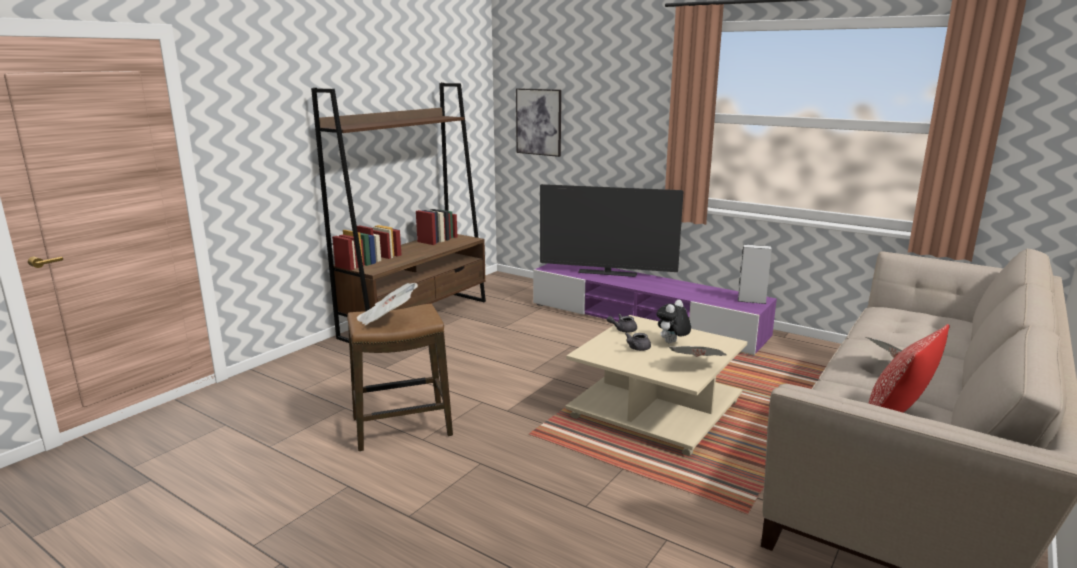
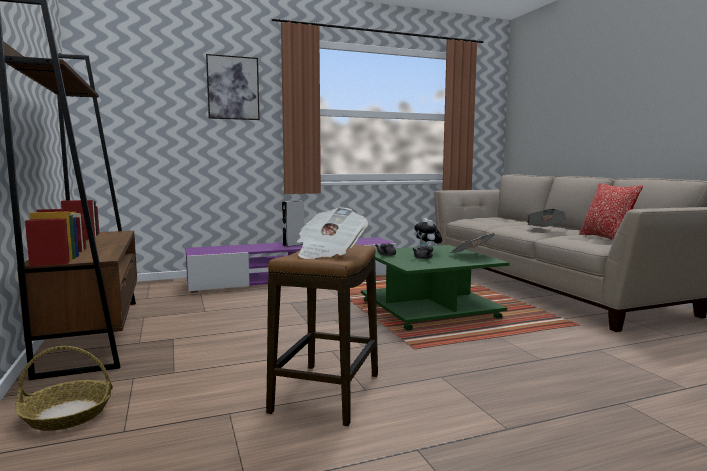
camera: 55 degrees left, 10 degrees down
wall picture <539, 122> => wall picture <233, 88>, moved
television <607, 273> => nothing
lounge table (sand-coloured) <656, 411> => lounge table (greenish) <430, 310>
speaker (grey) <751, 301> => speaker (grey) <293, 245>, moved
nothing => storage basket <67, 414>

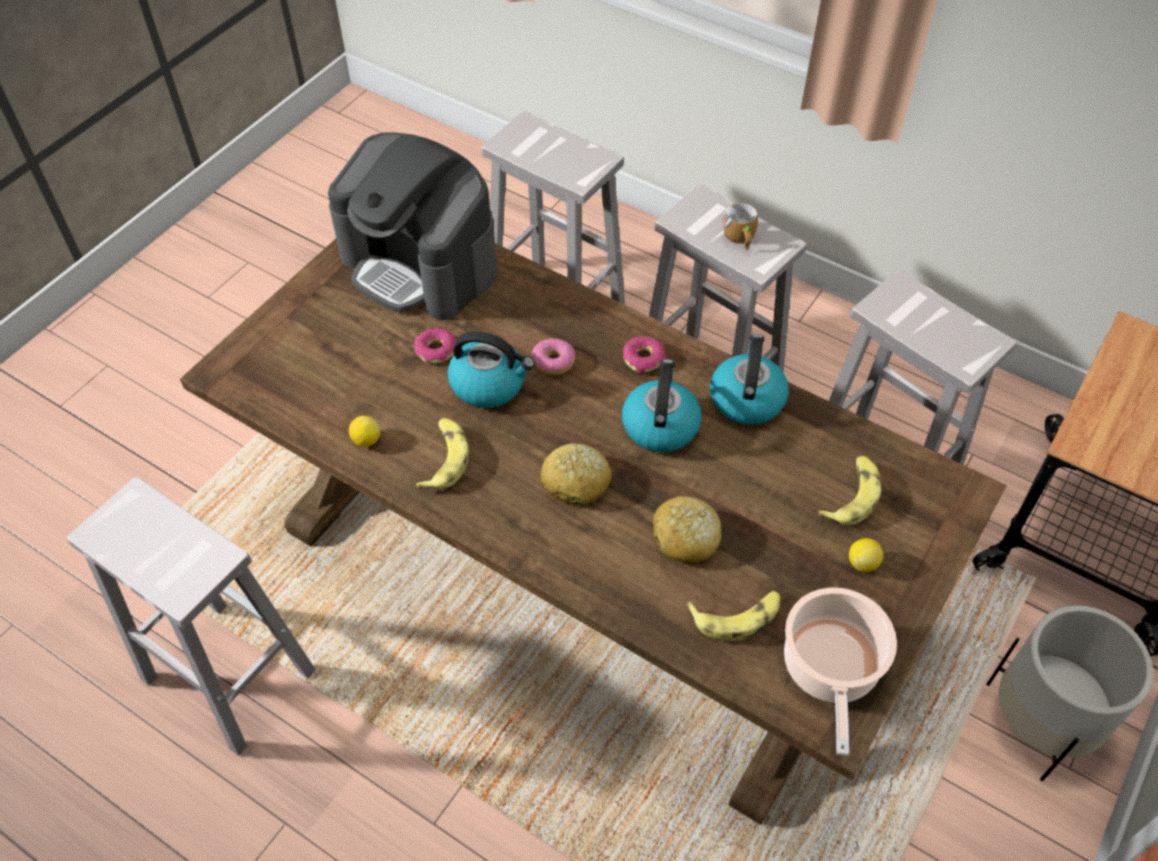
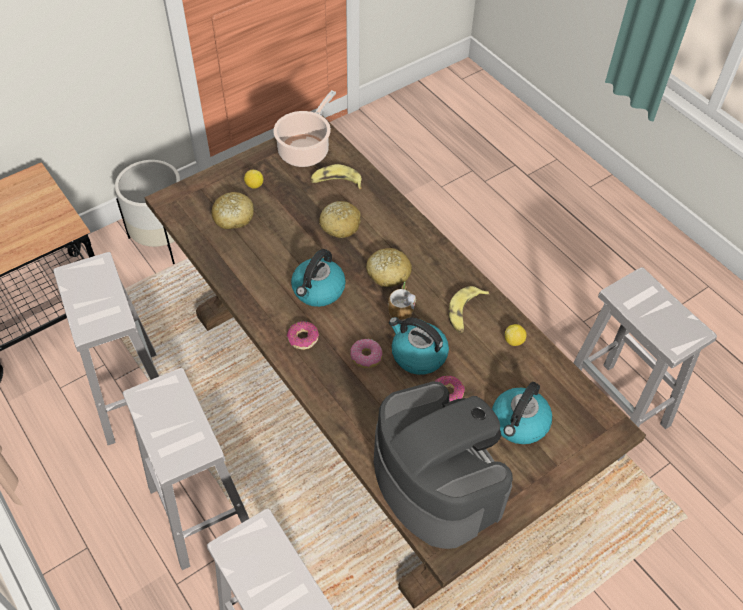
camera: 160 degrees left, 0 degrees up
kettle <746, 398> => kettle <519, 423>, moved
tea mug <740, 237> => tea mug <402, 307>, moved
banana <852, 495> => baked bread <233, 217>

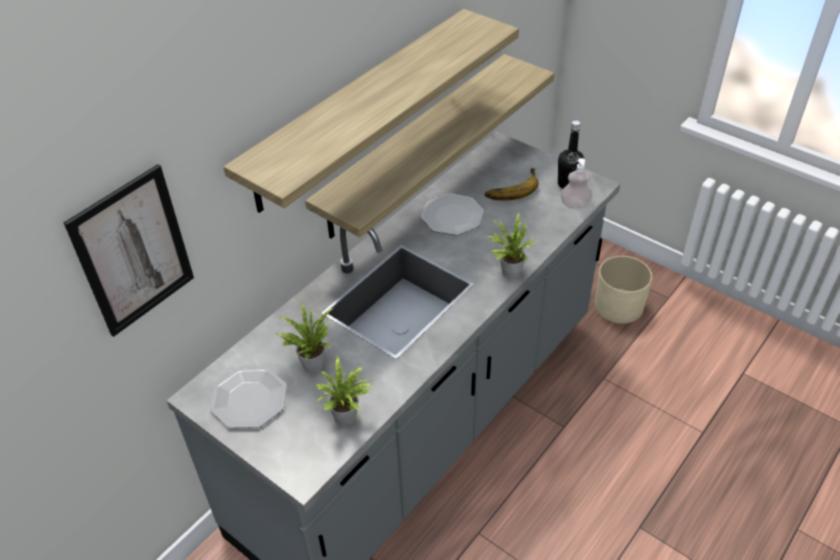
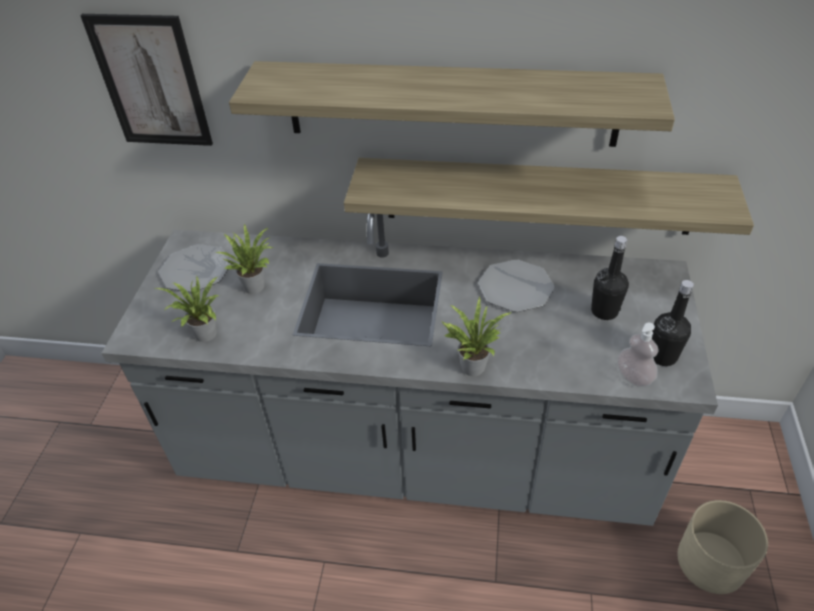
camera: 60 degrees right, 0 degrees up
banana <510, 187> => drink bottle (black) <604, 311>

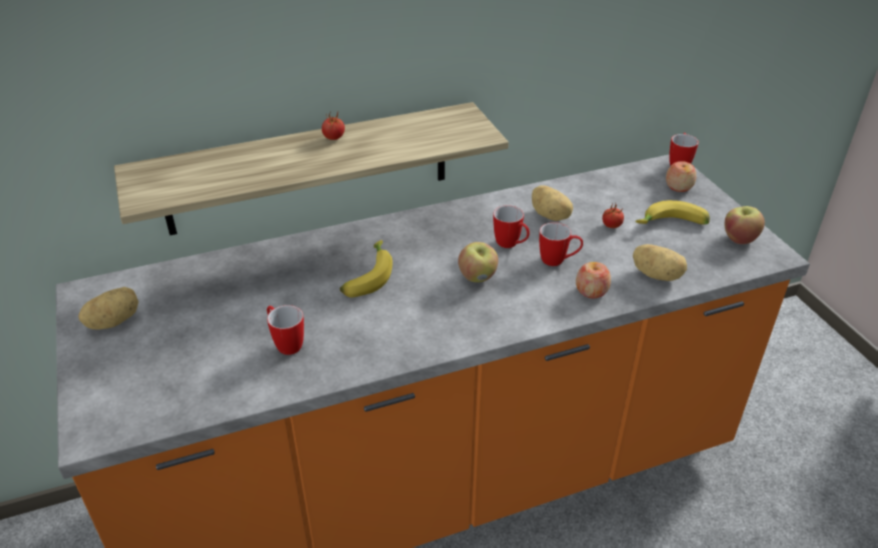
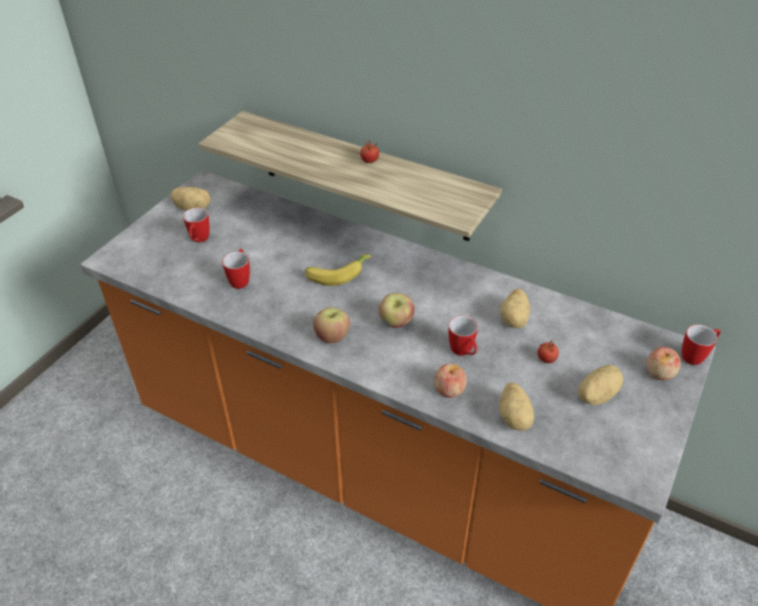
camera: 50 degrees right, 5 degrees up
tea mug <511, 245> => tea mug <199, 240>, moved
banana <672, 225> => whole potato <596, 394>
apple <739, 238> => apple <332, 336>, moved

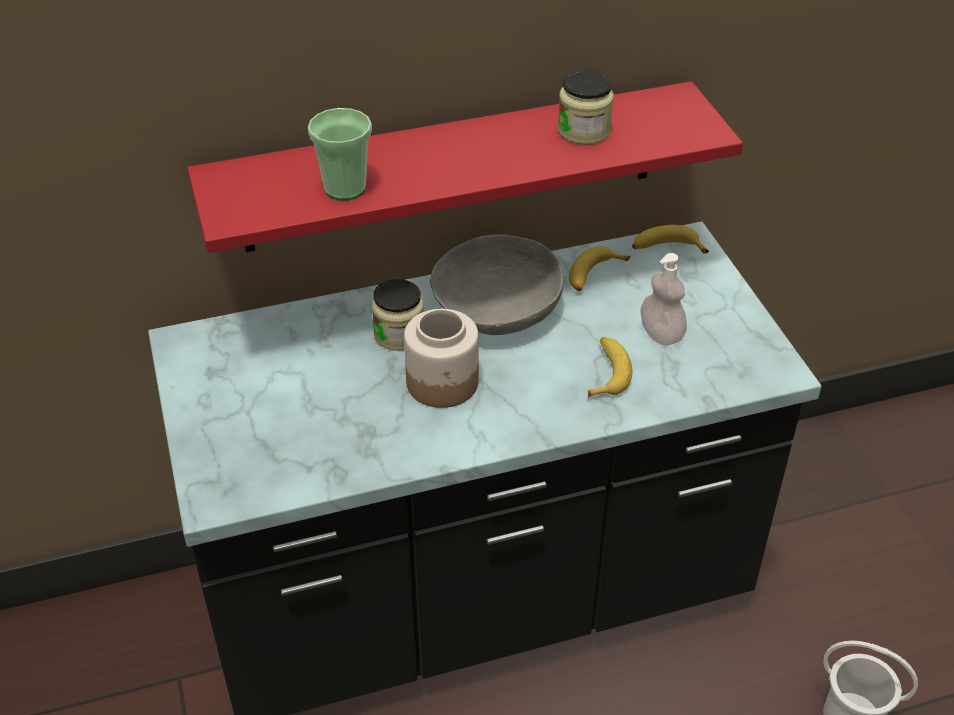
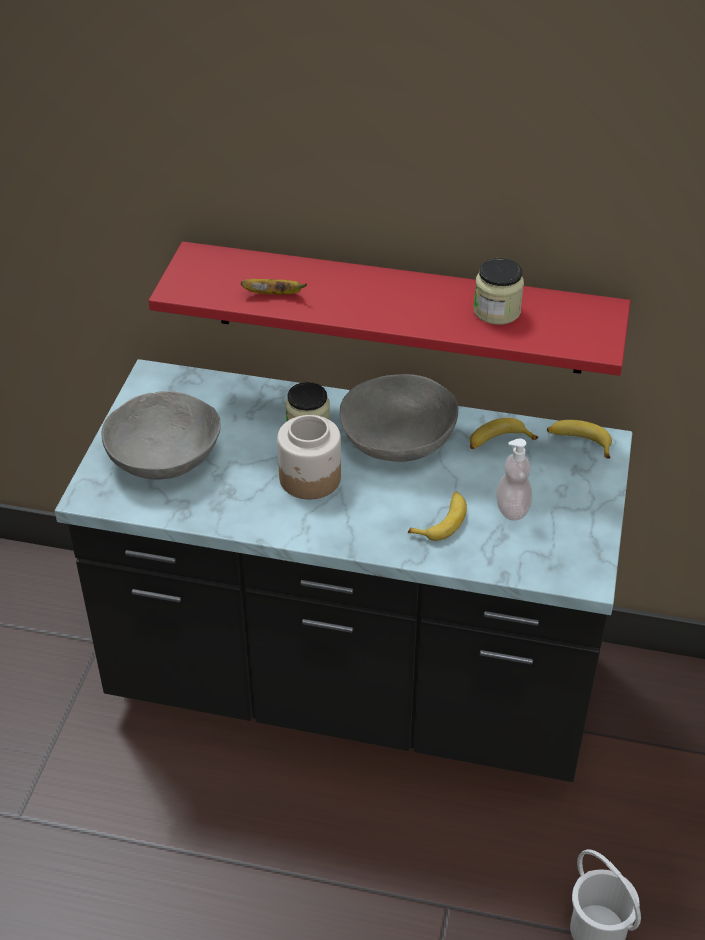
camera: 30 degrees right, 0 degrees up
cup <345, 188> => banana <274, 295>
nothing => bowl (grey) <164, 457>

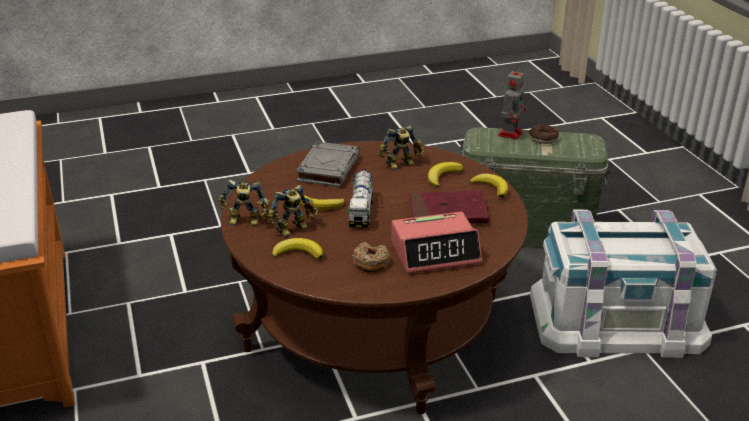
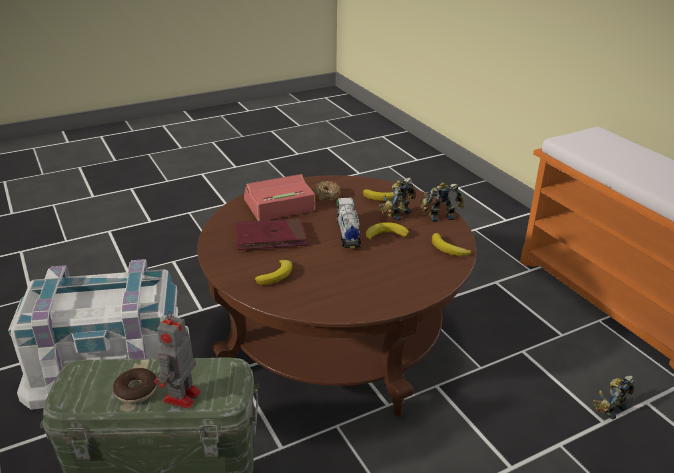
camera: 170 degrees right, 0 degrees up
volume (grey) <328, 168> => nothing
toy robot <402, 165> => toy robot <610, 408>, moved
banana <491, 188> => banana <448, 249>, moved

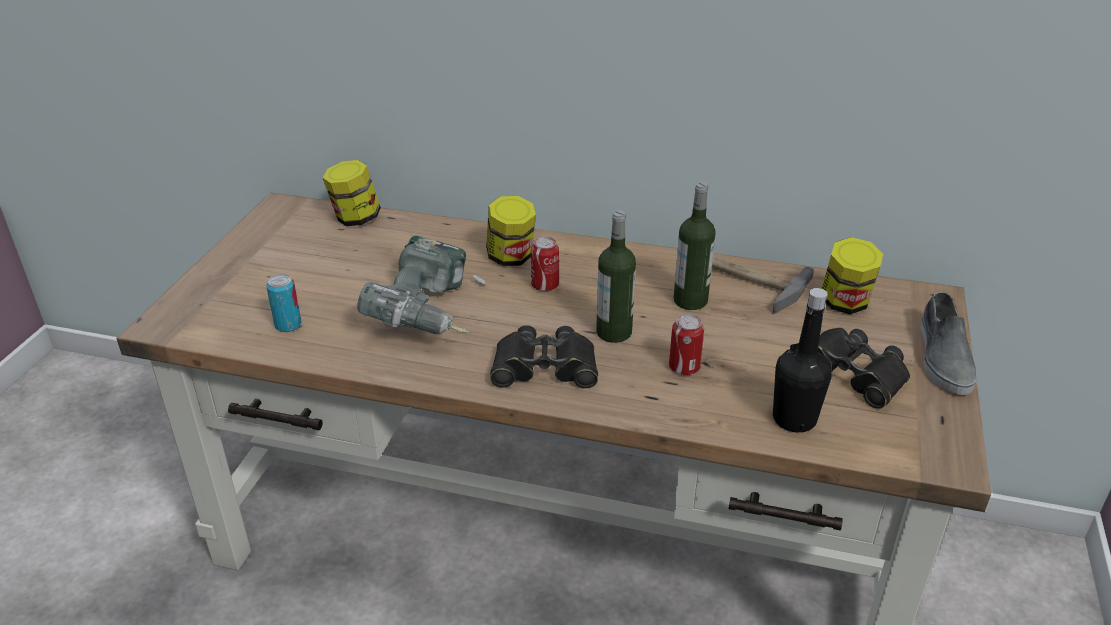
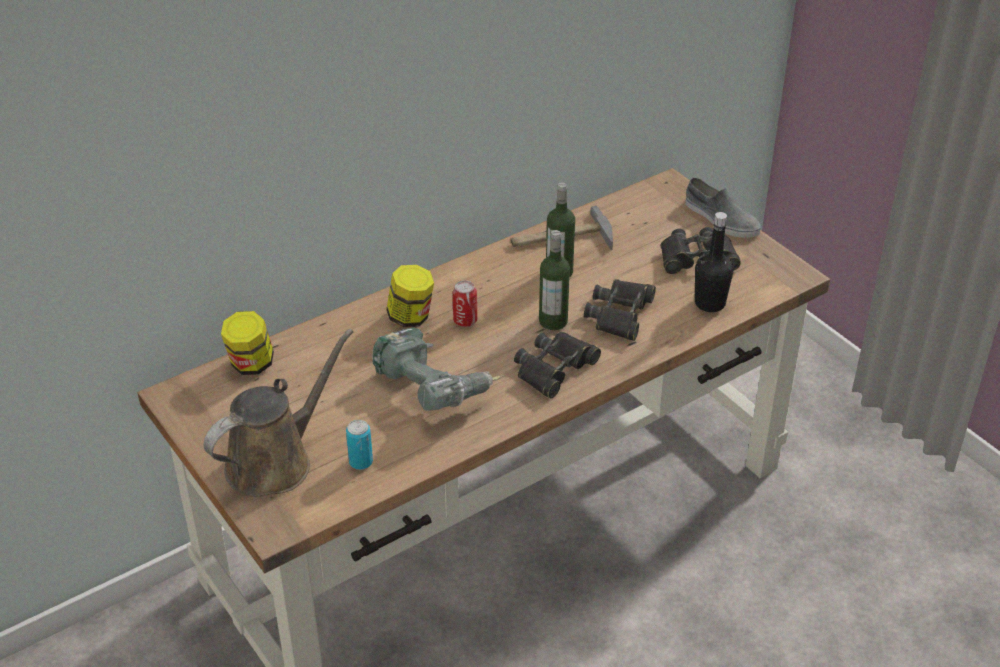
camera: 50 degrees left, 5 degrees up
metal can <684, 367> => field glasses (black) <620, 314>
jar <844, 303> => nothing
nothing => watering can (brown) <275, 461>

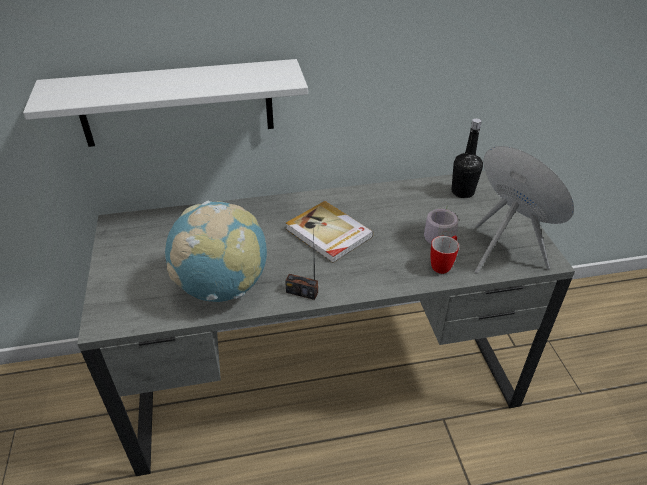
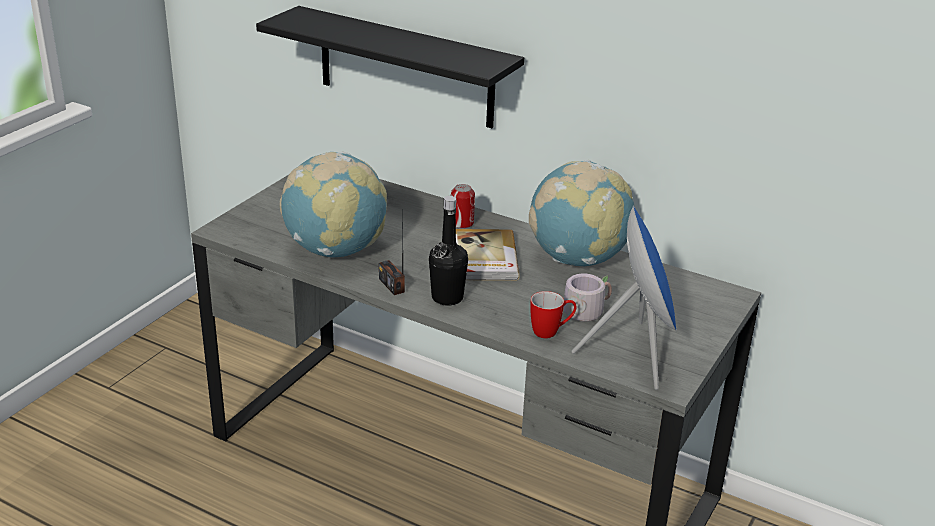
camera: 40 degrees right, 10 degrees down
shelf (white) <177, 103> => shelf (black) <405, 67>
drink bottle (black) <462, 192> => drink bottle (black) <447, 297>, moved
nothing => metal can <461, 223>
nothing => world globe <577, 259>

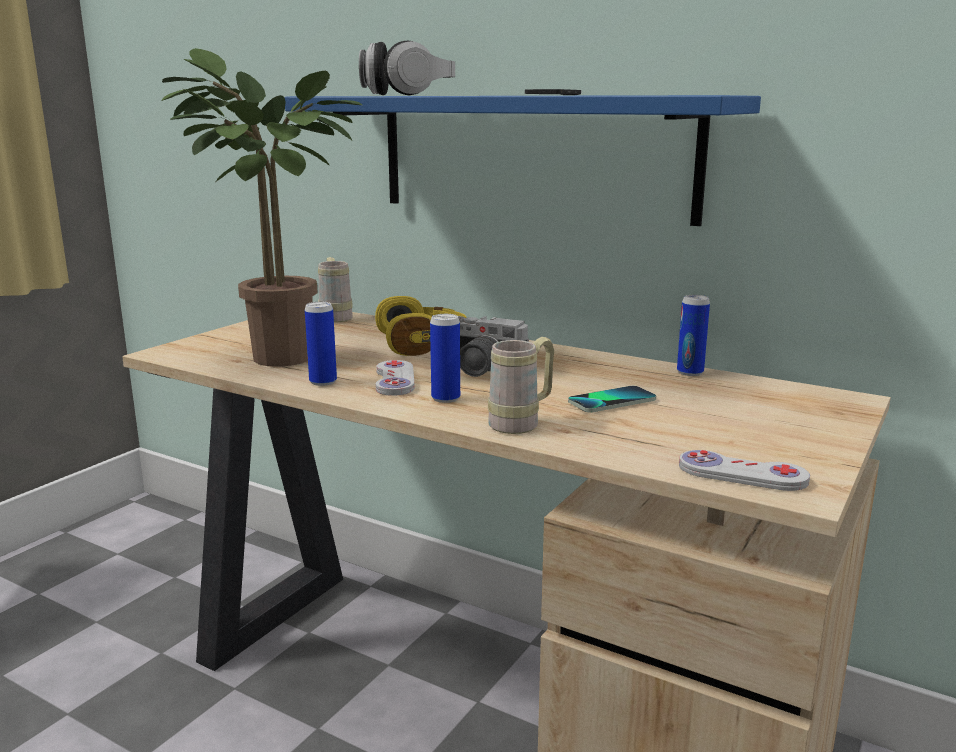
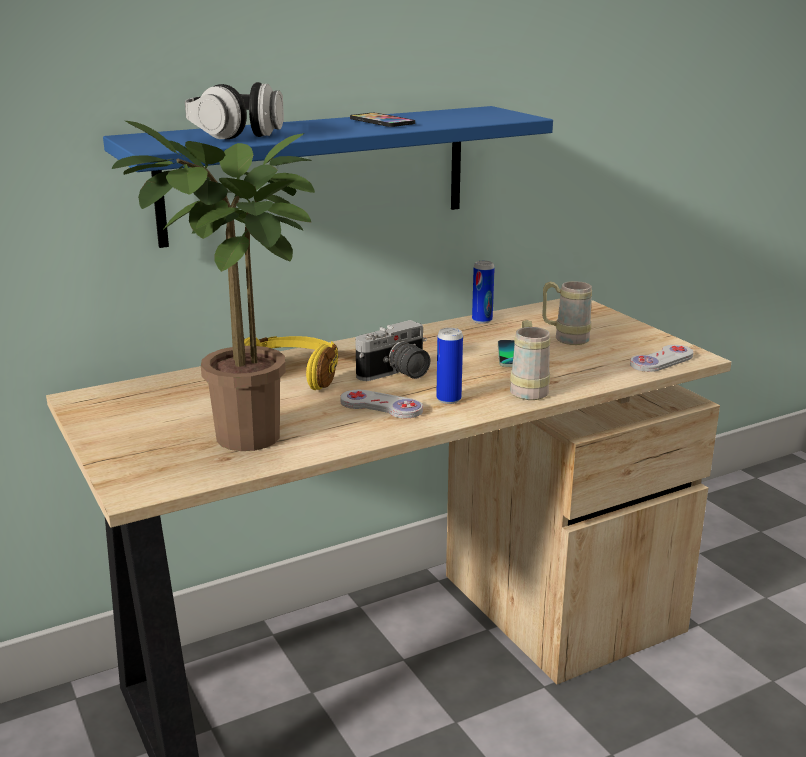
camera: 60 degrees left, 5 degrees up
metal can <323, 382> => nothing
tea mug (sand-coloured) <335, 317> => tea mug (sand-coloured) <564, 338>, moved

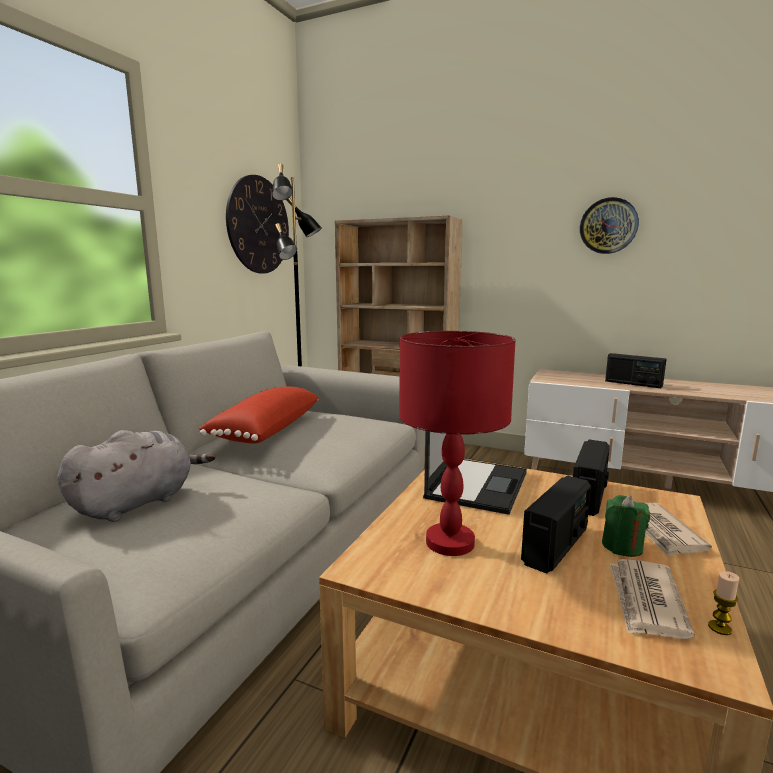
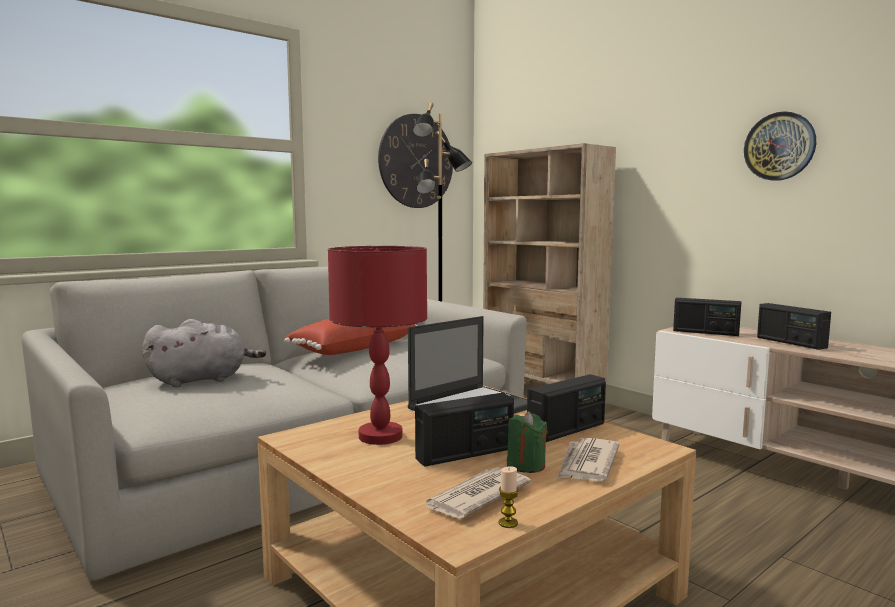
camera: 25 degrees right, 5 degrees down
nothing => radio <705, 332>

